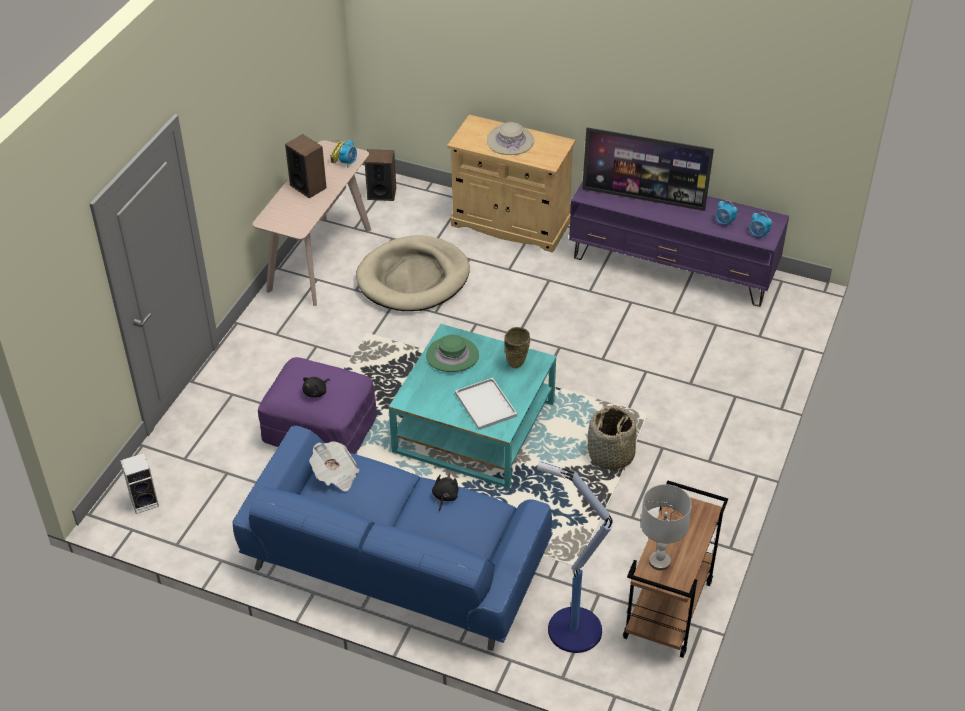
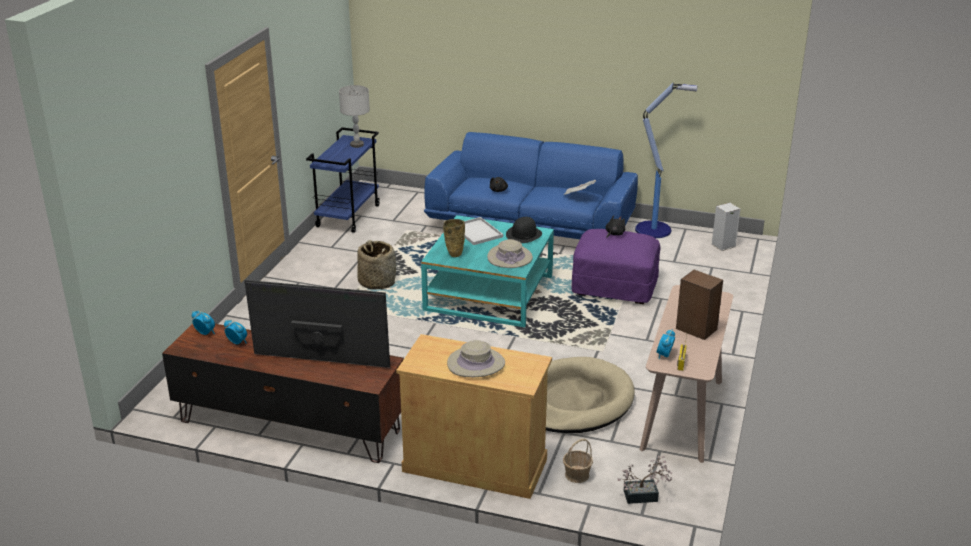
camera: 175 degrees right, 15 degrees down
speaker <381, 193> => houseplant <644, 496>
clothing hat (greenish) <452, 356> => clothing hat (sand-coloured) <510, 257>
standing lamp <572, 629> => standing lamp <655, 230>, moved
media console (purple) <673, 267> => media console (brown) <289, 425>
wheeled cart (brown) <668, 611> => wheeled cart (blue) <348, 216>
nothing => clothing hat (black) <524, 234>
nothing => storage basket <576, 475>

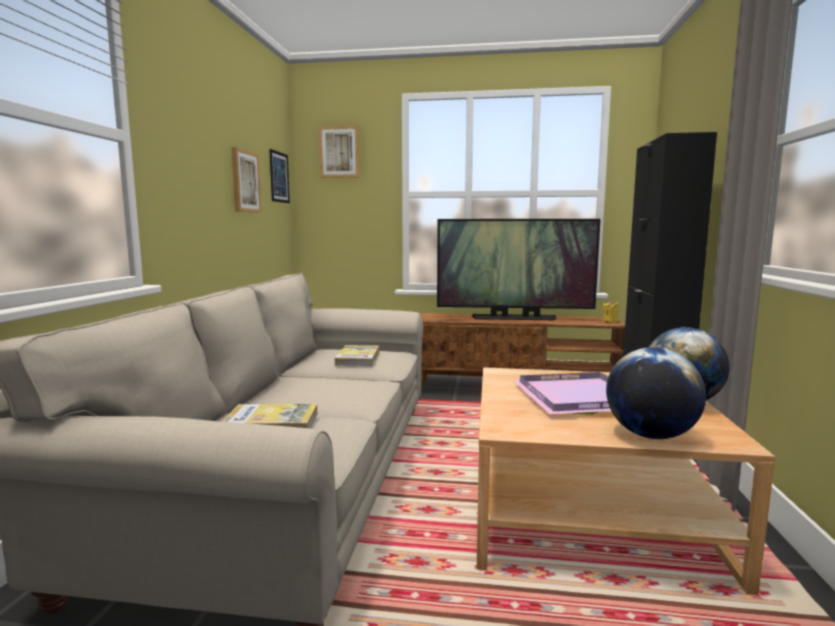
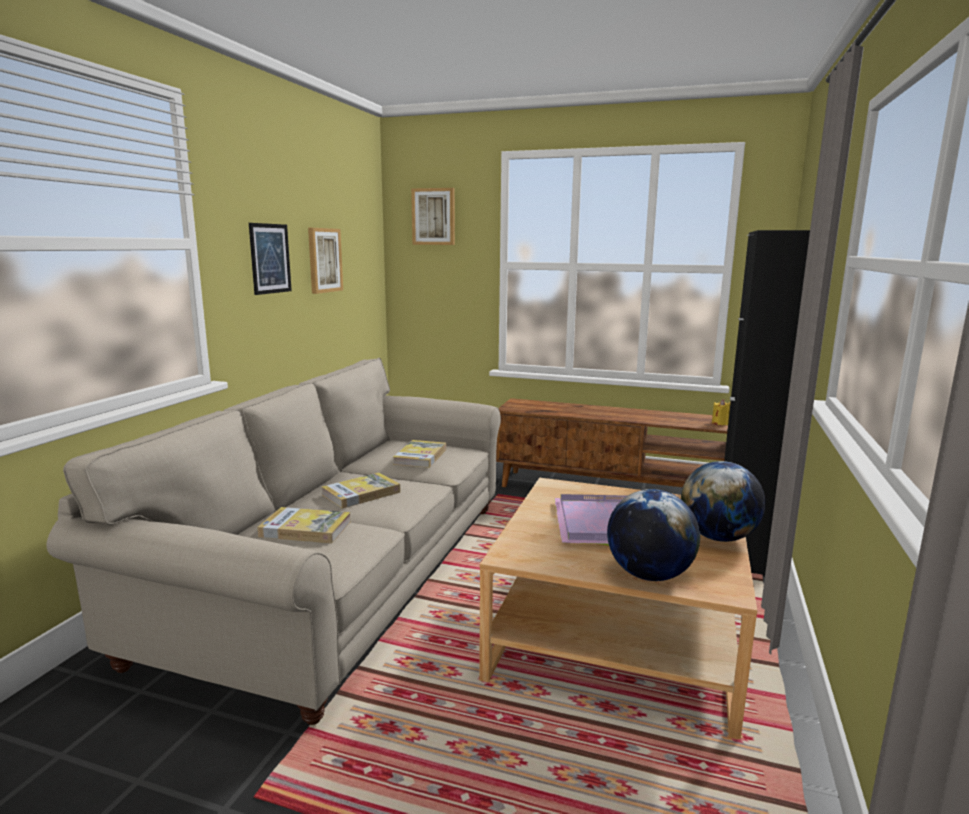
camera: 10 degrees right, 5 degrees up
wall picture <279, 177> => wall picture <270, 258>, moved
television <514, 318> => nothing
nothing => volume <361, 493>

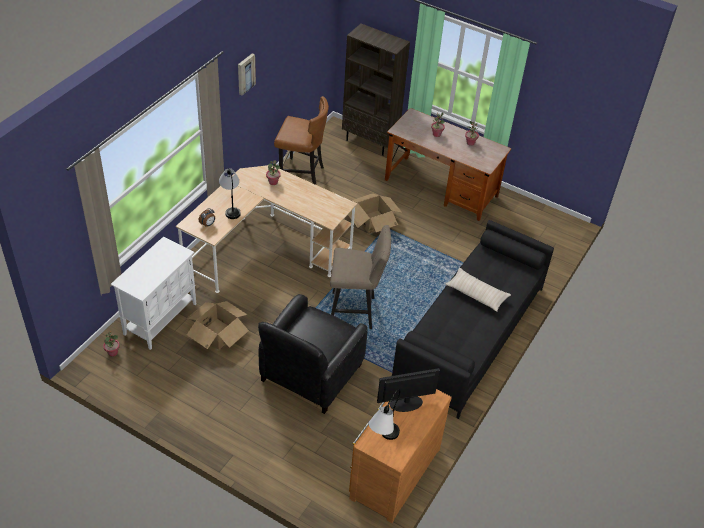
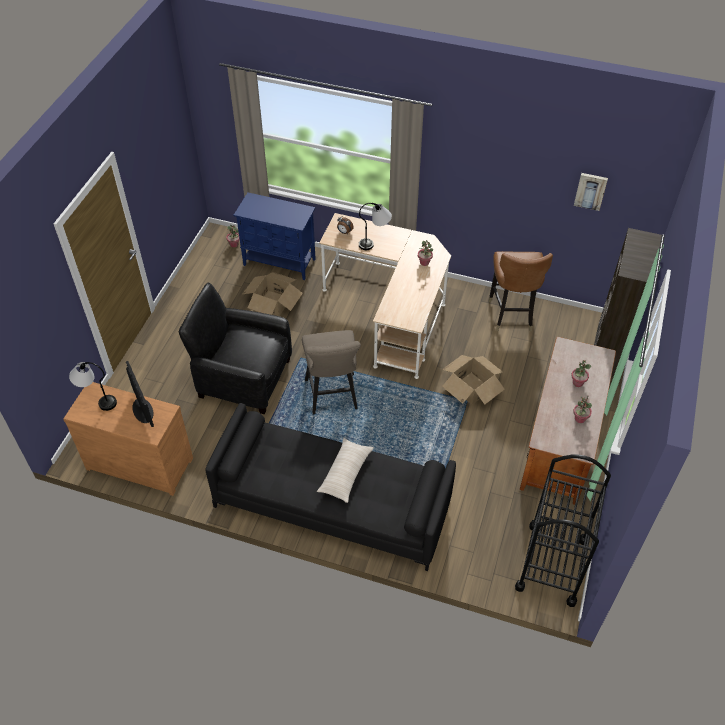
camera: 80 degrees right, 5 degrees up
cabinet (white) <160, 318> => cabinet (blue) <280, 262>
wall picture <245, 73> => wall picture <590, 190>, moved
nothing => wheeled cart (black) <552, 564>

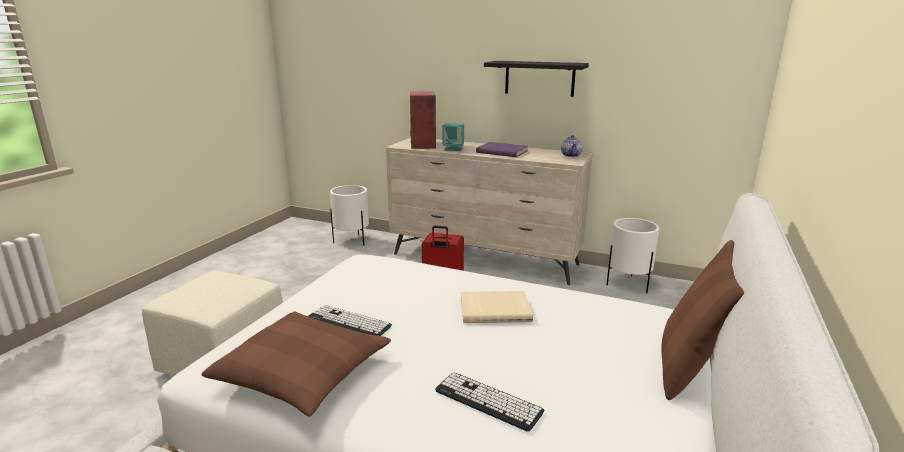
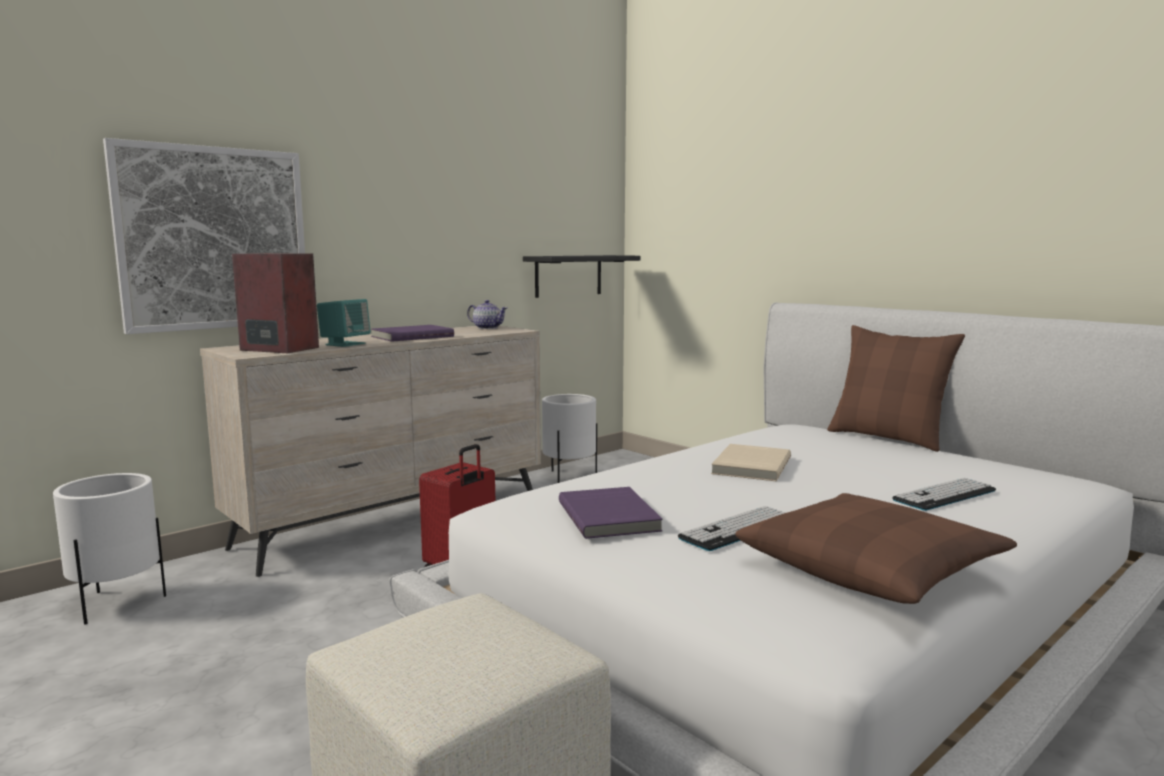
camera: 65 degrees left, 10 degrees down
shelf (black) <539, 78> => shelf (black) <568, 275>, moved
nothing => wall picture <214, 238>
nothing => volume (purple) <610, 516>

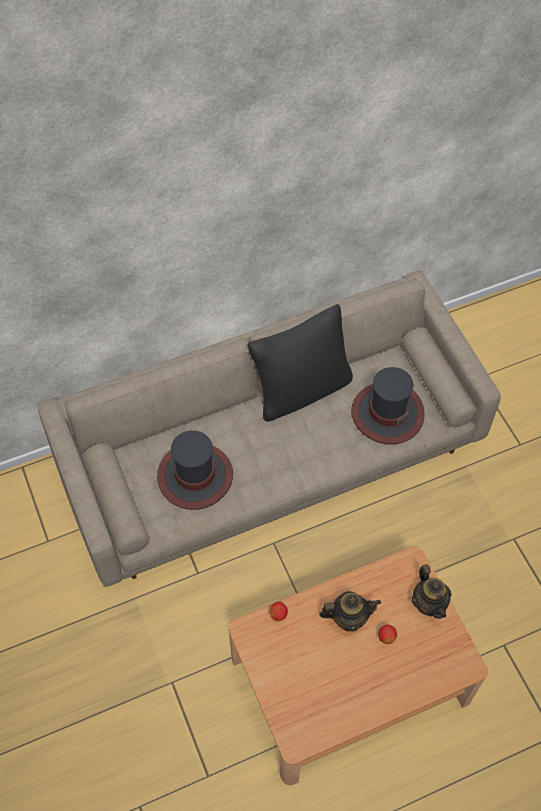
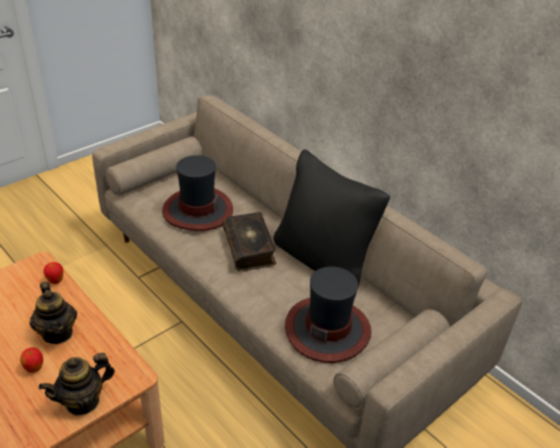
camera: 70 degrees right, 20 degrees down
nothing => volume <250, 248>

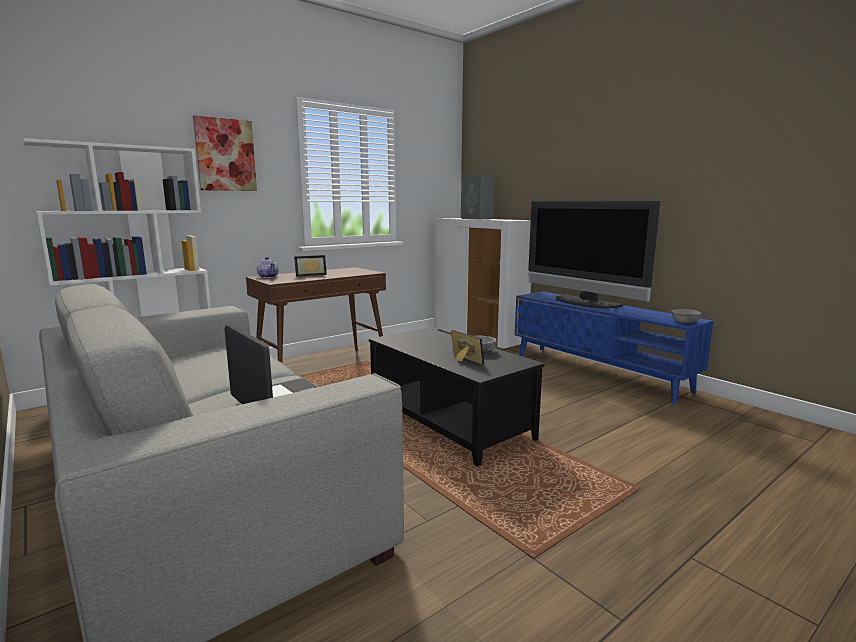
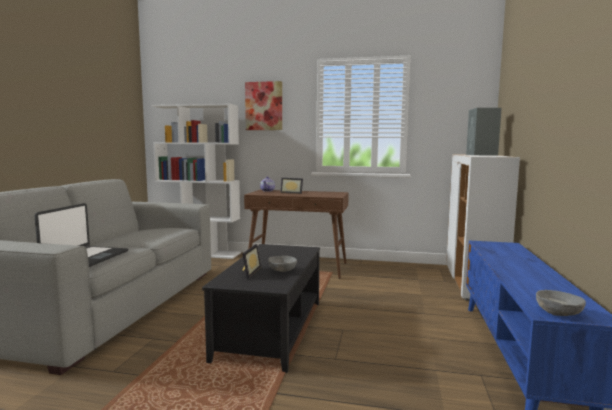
camera: 50 degrees right, 5 degrees down
television <583, 302> => nothing

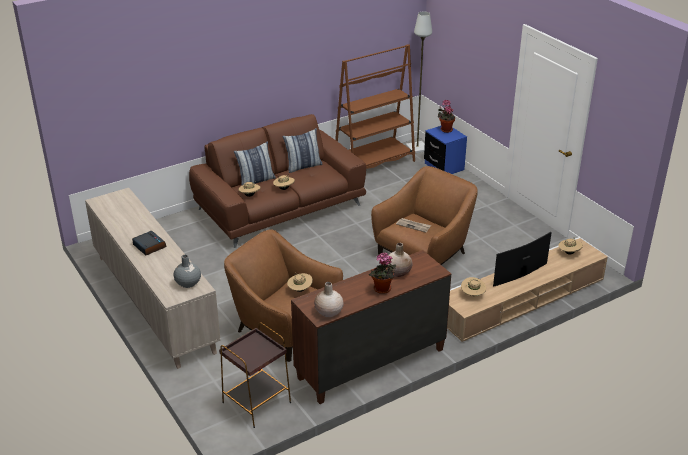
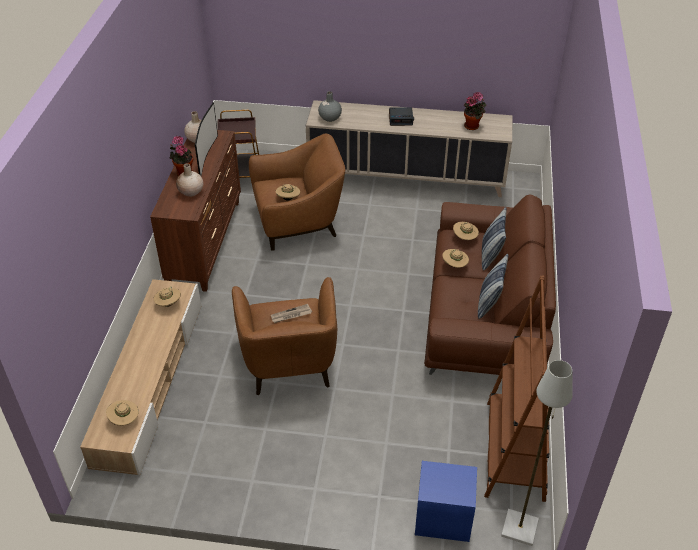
camera: 130 degrees right, 10 degrees up
houseplant <445, 129> => houseplant <473, 126>, moved
television <522, 276> => television <206, 156>, moved

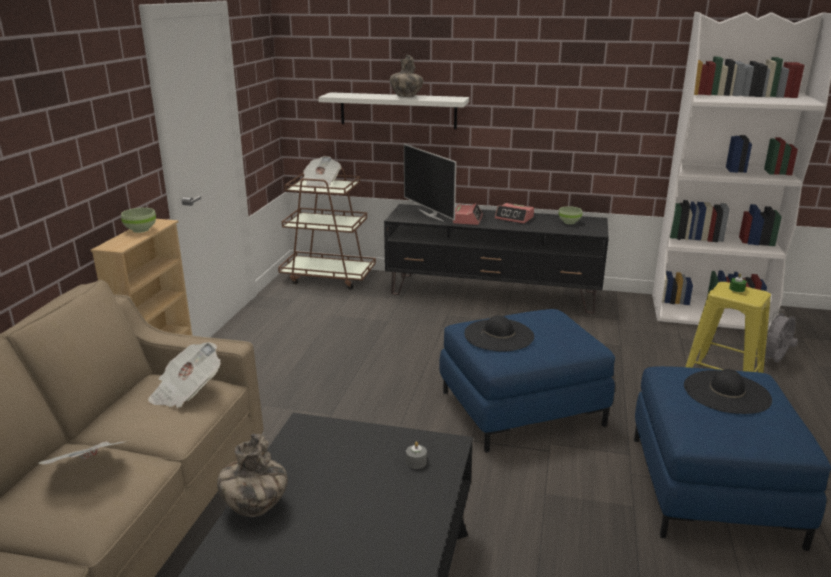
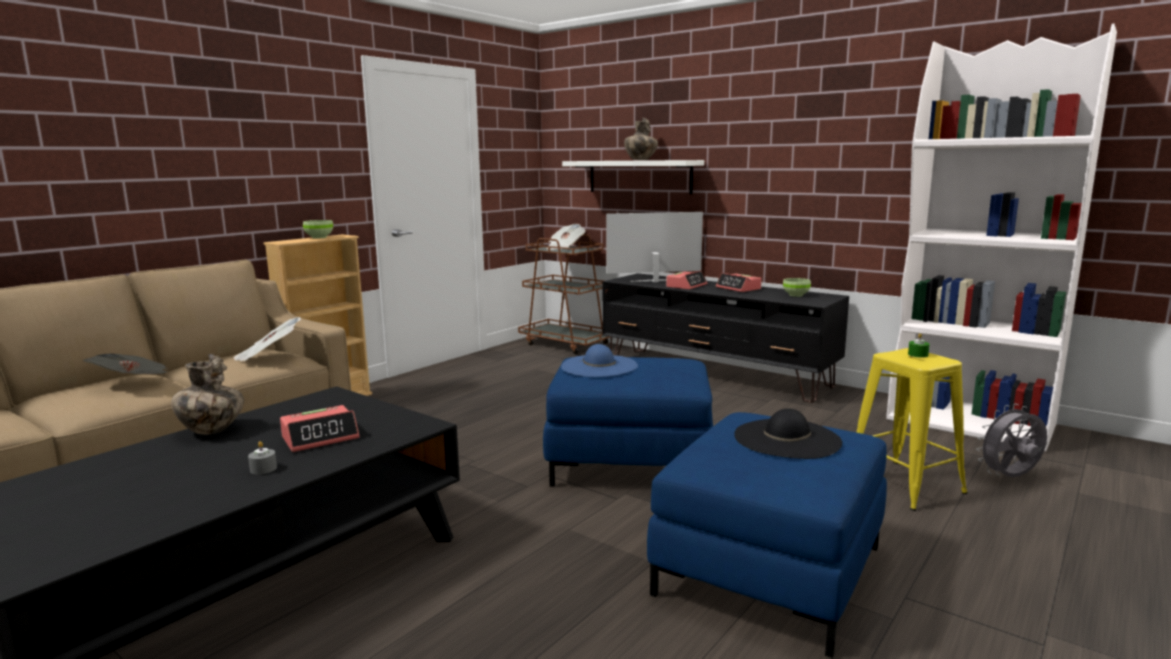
camera: 25 degrees right, 10 degrees down
television <431, 215> => television <655, 281>, 90 degrees clockwise
wax light (grey) <416, 462> => wax light (grey) <263, 469>, moved
clothing hat (black) <499, 335> => clothing hat (blue) <599, 366>
nothing => alarm clock <321, 437>

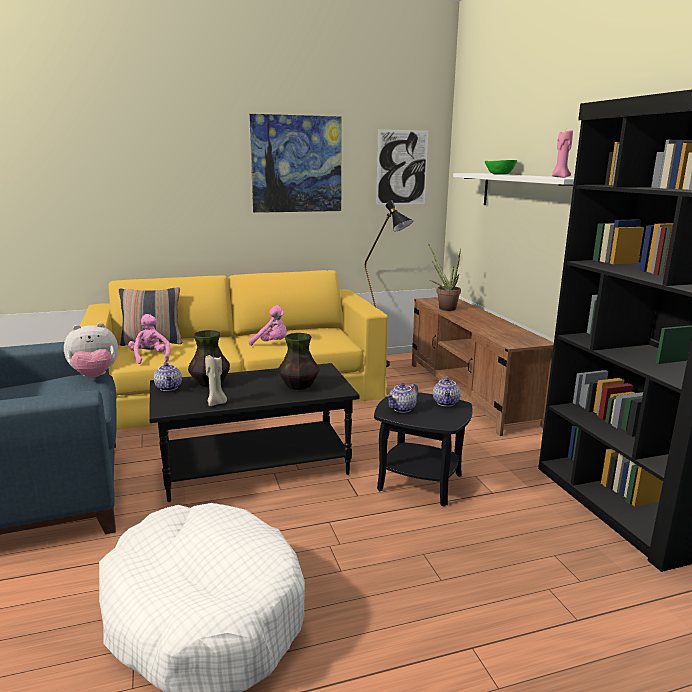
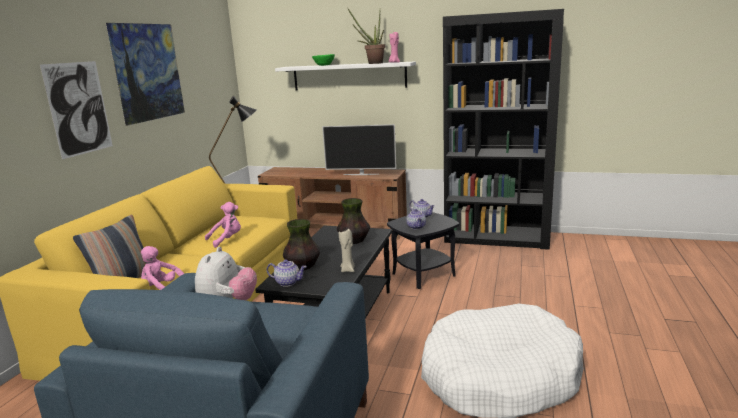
camera: 55 degrees left, 0 degrees up
wall picture <402, 167> => wall picture <79, 108>, moved
houseplant <444, 308> => houseplant <372, 63>, moved
nothing => television <361, 174>

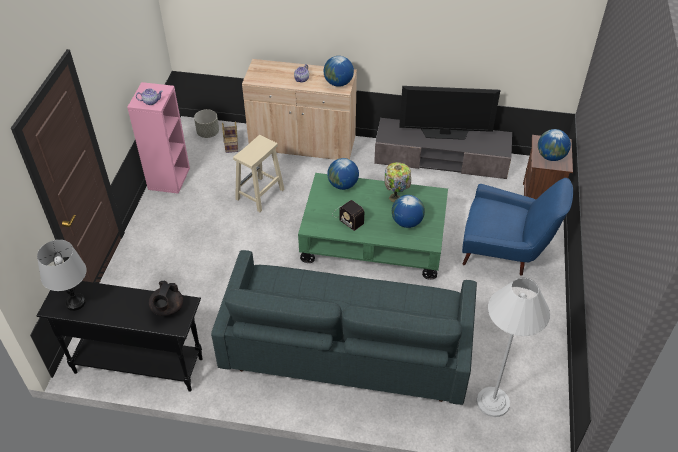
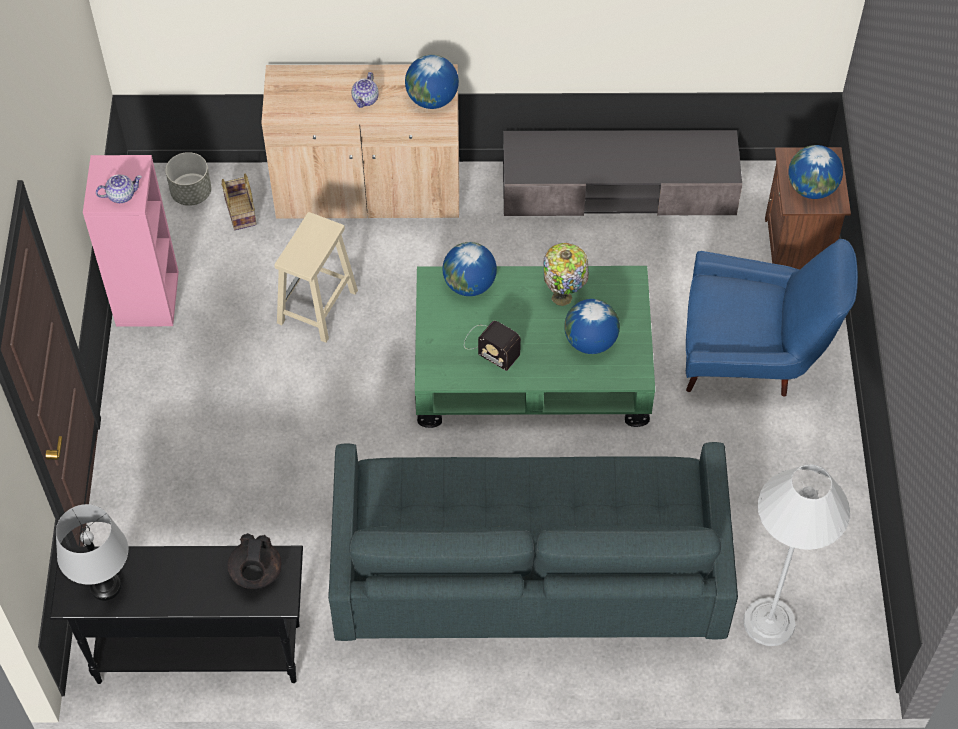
camera: 10 degrees left, 10 degrees up
television <445, 133> => nothing

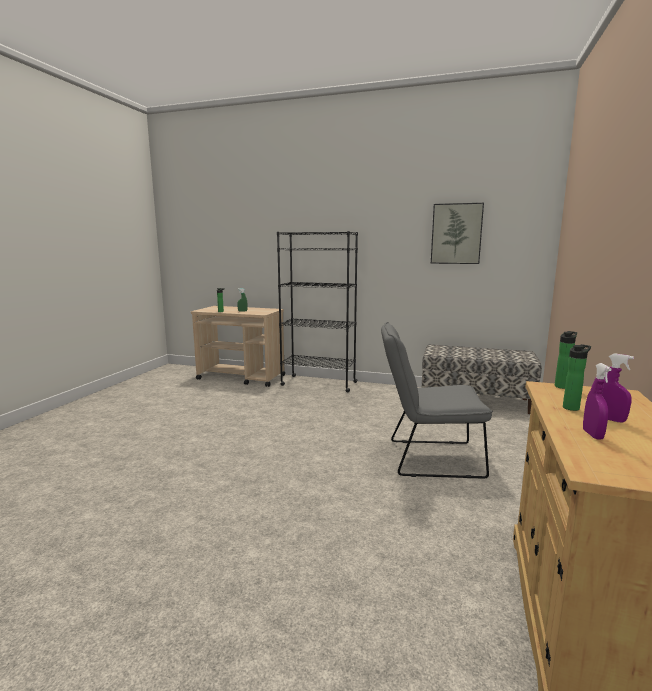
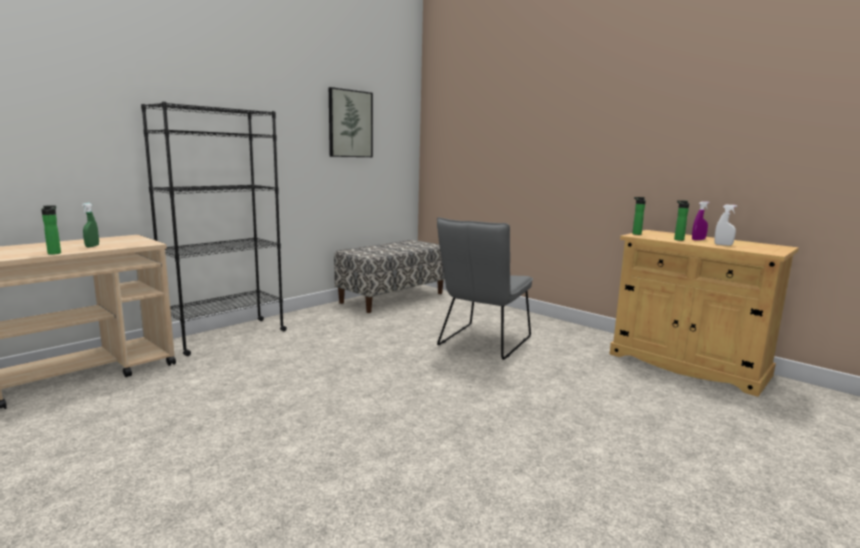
camera: 65 degrees left, 0 degrees up
sprayer (purple) <592, 435> => sprayer (white) <723, 245>

